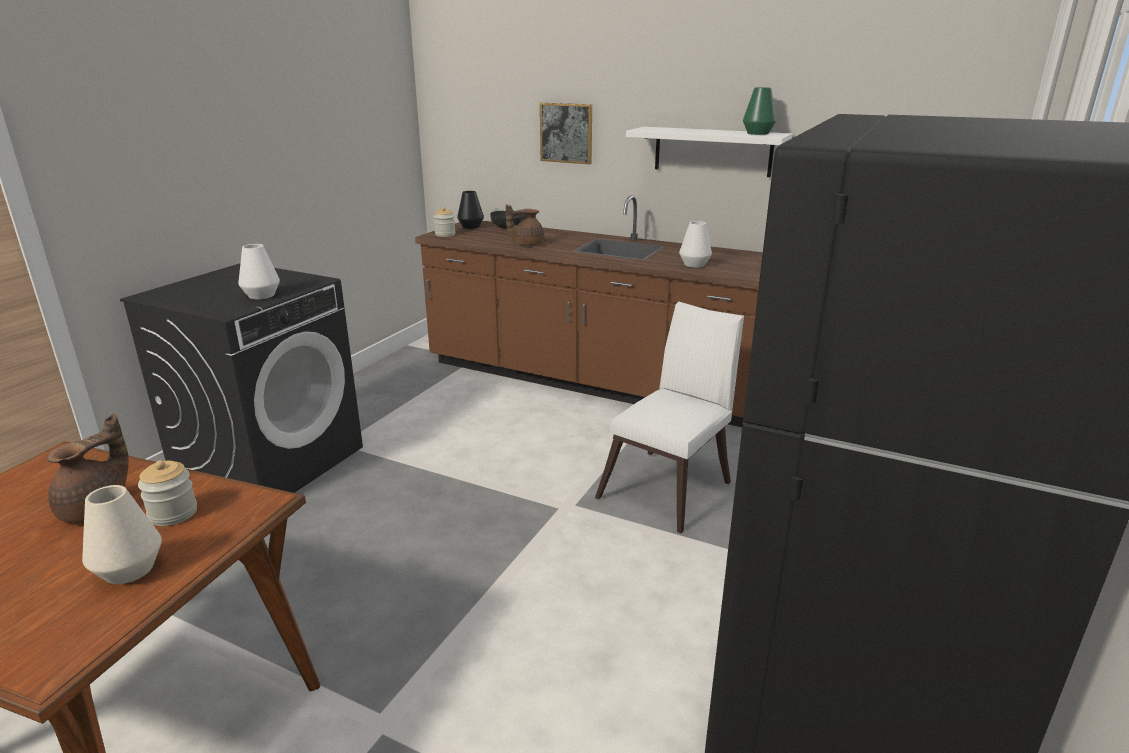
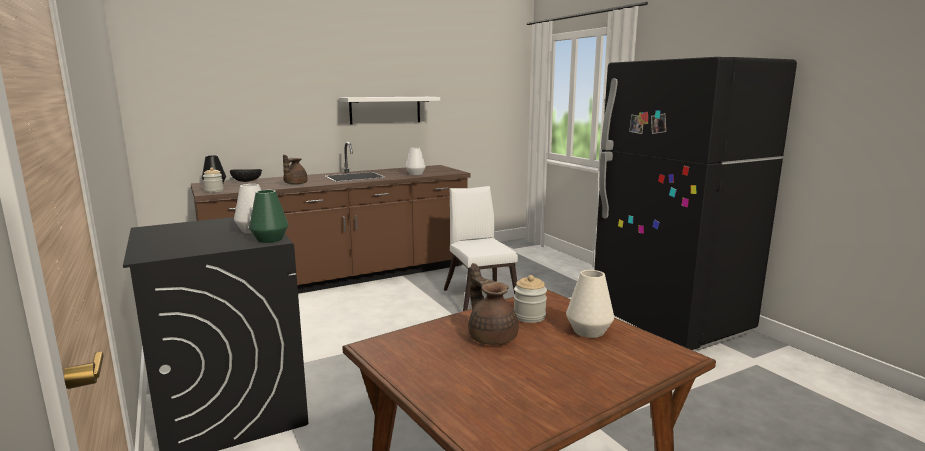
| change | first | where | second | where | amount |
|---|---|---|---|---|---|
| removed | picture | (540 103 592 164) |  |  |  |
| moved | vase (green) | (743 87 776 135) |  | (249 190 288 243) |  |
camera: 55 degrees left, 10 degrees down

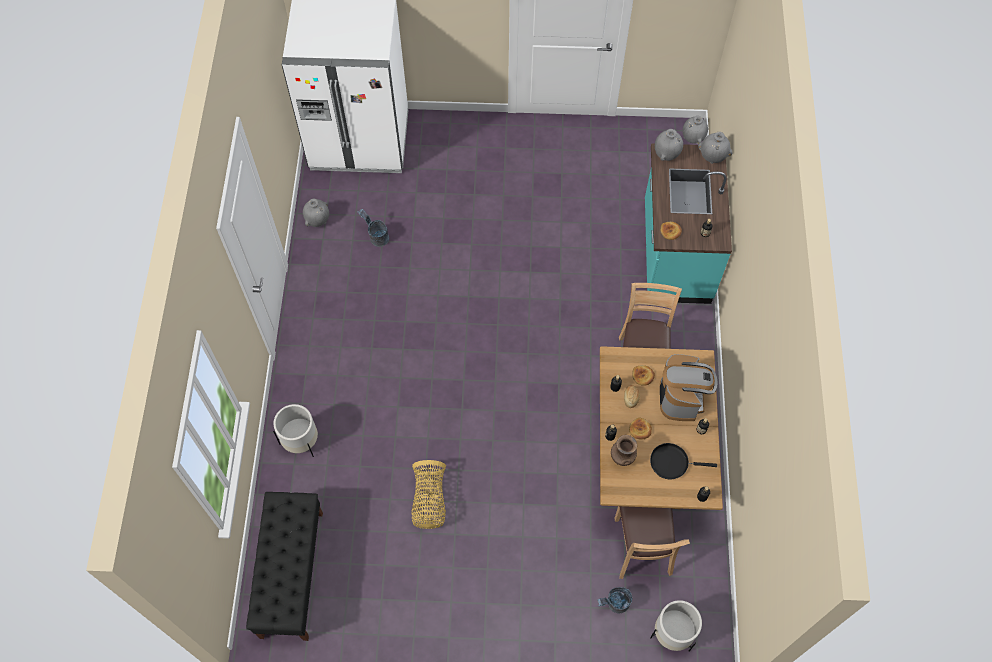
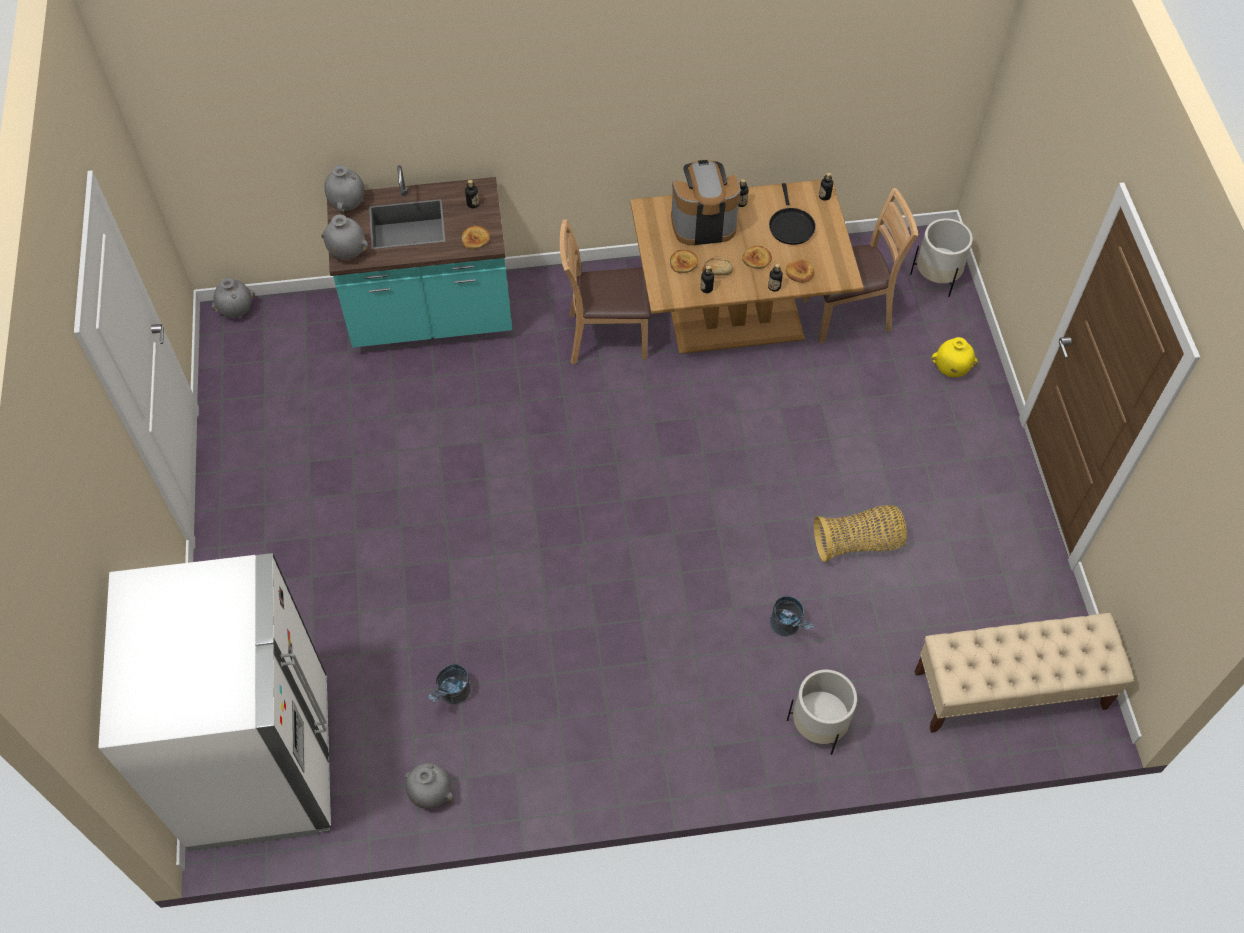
| change | first | where | second | where | amount |
|---|---|---|---|---|---|
| added |  |  | vase (yellow) | (932 337 978 377) |  |
| moved | bucket (grey) | (598 587 632 613) |  | (770 596 814 637) |  |
| replaced | vase (brown) | (611 435 637 466) | bread | (786 260 815 283) |  |
| recoloured | bench (black) | (246 492 323 641) | bench (beige) | (915 613 1135 733) |  |
camera: 100 degrees left, 5 degrees down

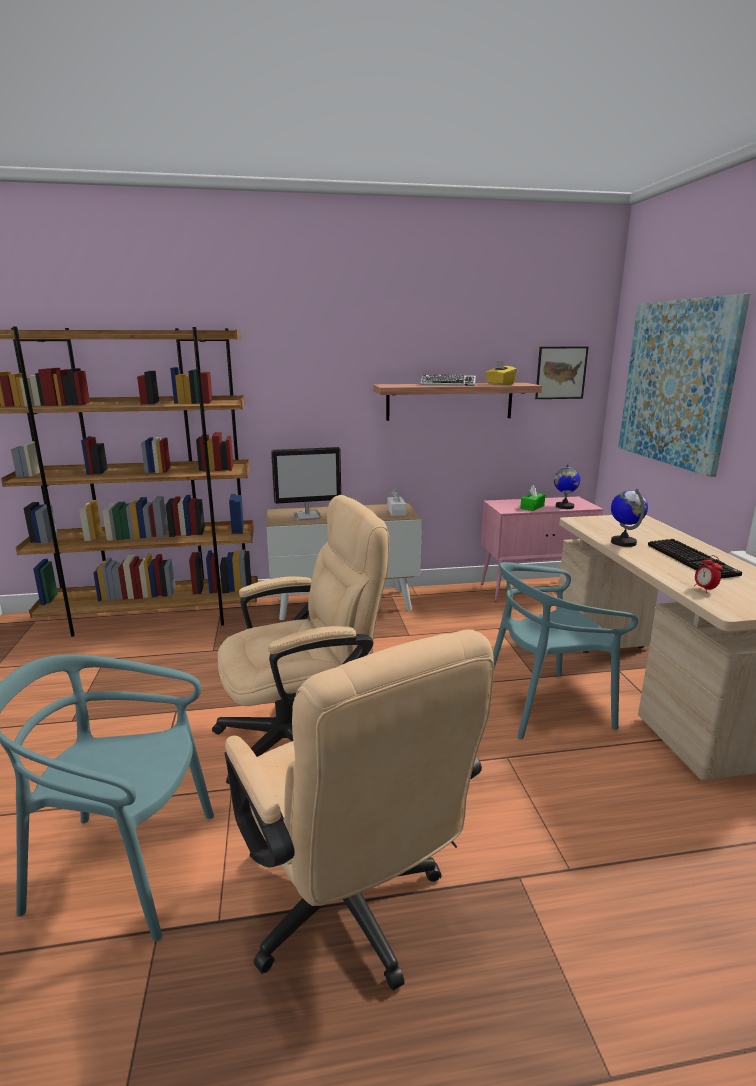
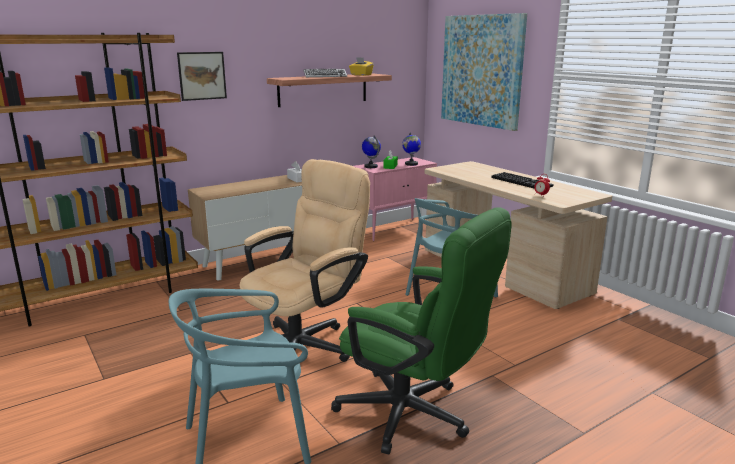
| change | first | where | second | where | amount |
|---|---|---|---|---|---|
| removed | monitor | (271 447 341 520) |  |  |  |
| moved | picture | (535 347 589 399) |  | (177 52 227 101) |  |
| moved | globe | (611 489 648 547) |  | (362 135 381 168) |  |
| recoloured | office chair (beige) | (225 629 494 991) | office chair (green) | (331 208 512 455) |  |
camera: 25 degrees left, 0 degrees up

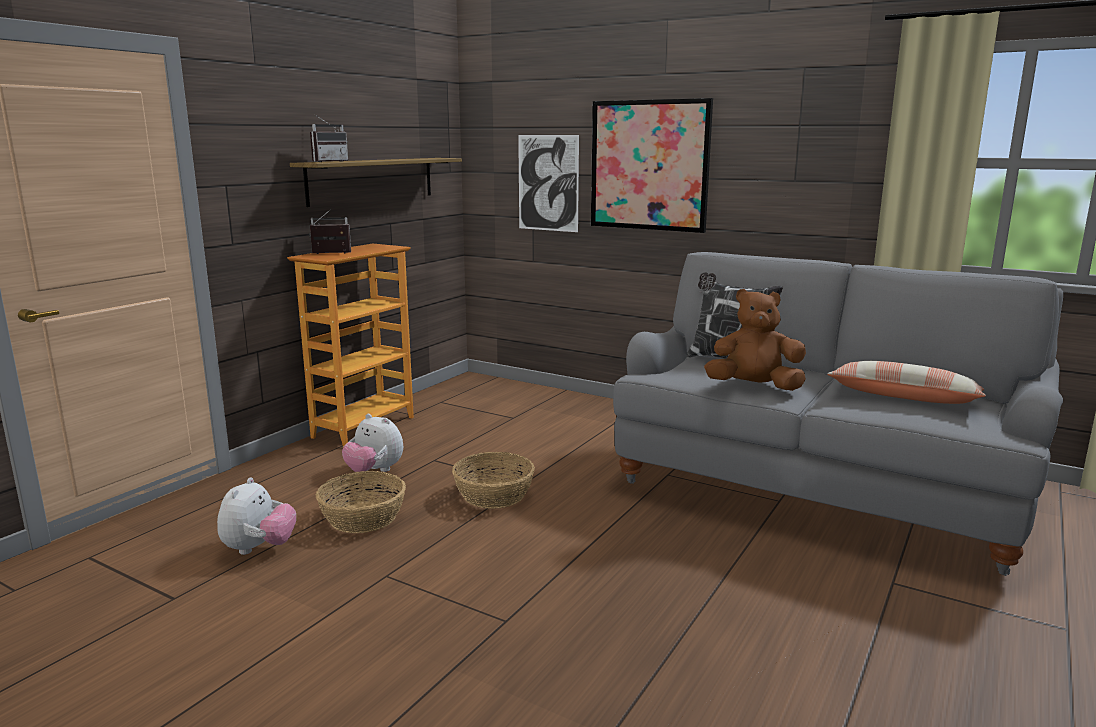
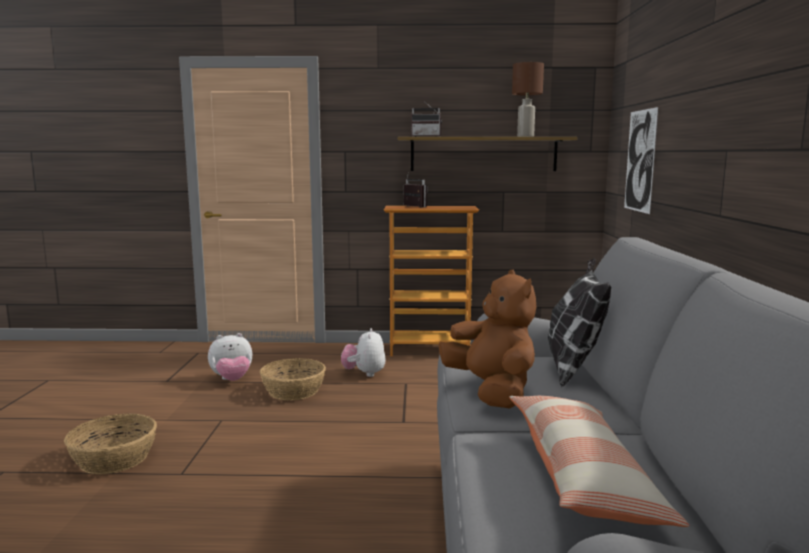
| change | first | where | second | where | amount |
|---|---|---|---|---|---|
| removed | picture | (591 98 713 233) |  |  |  |
| added |  |  | table lamp (brown) | (512 62 544 137) |  |
| moved | basket | (452 452 535 509) |  | (64 413 157 475) |  |
camera: 60 degrees right, 5 degrees down

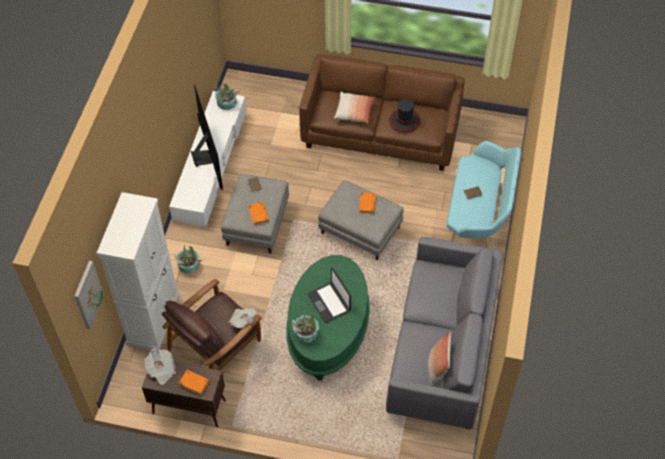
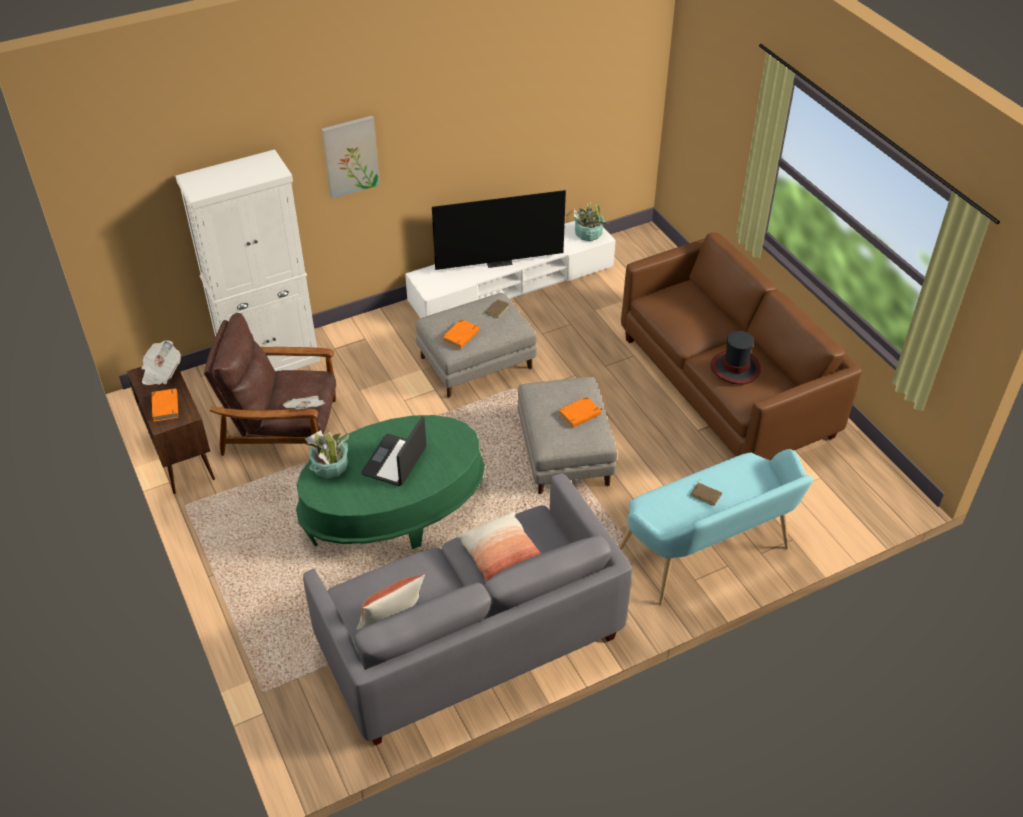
| change | first | where | second | where | amount |
|---|---|---|---|---|---|
| removed | potted plant | (174 246 202 274) |  |  |  |
| moved | picture | (74 261 104 329) |  | (322 116 380 199) |  |
| moved | pillow | (334 92 376 124) |  | (456 511 542 582) |  |
| turned | television | (190 84 223 190) |  | (432 190 566 270) | 45 degrees clockwise |
camera: 50 degrees right, 10 degrees down

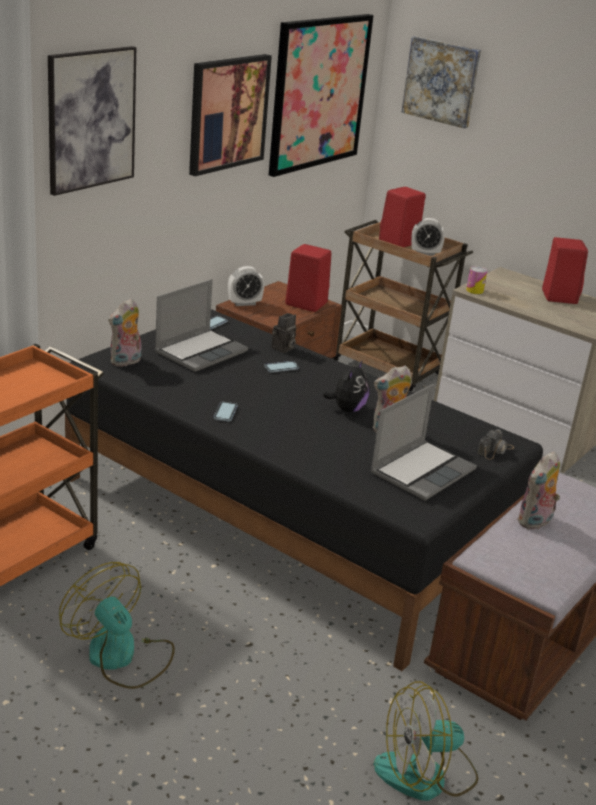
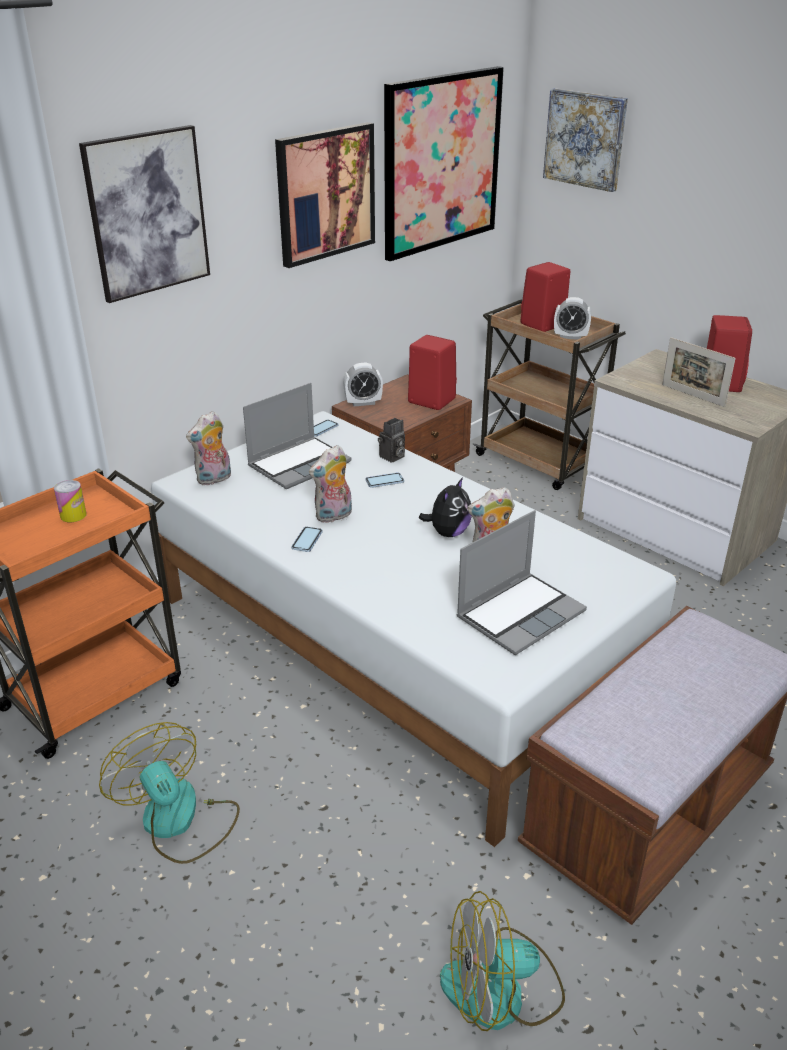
| change | first | where | second | where | amount |
|---|---|---|---|---|---|
| removed | photo camera | (478 429 514 459) |  |  |  |
| added |  |  | picture frame | (662 337 736 407) |  |
| moved | can | (466 266 487 294) |  | (54 480 87 522) |  |
| moved | plush toy | (517 451 560 530) |  | (309 445 352 523) |  |
| recoloured | bed (black) | (65 309 543 671) | bed (white) | (151 411 676 847) |  |
camera: 10 degrees right, 5 degrees up

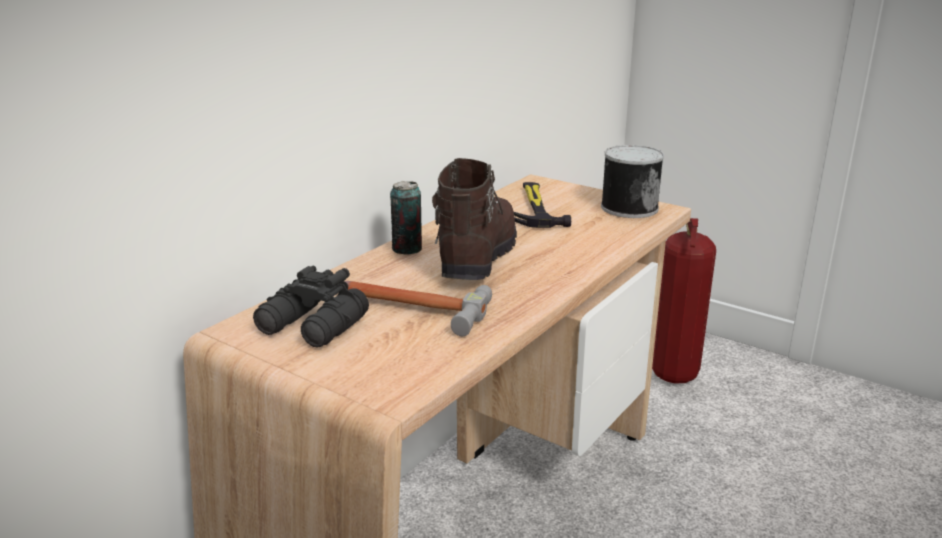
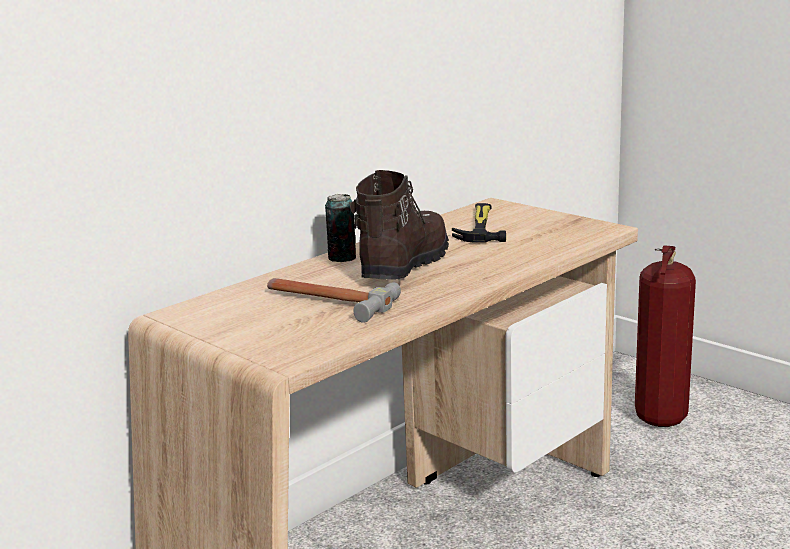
| change | first | where | second | where | amount |
|---|---|---|---|---|---|
| removed | binoculars (black) | (253 266 369 347) |  |  |  |
| removed | can | (601 145 664 218) |  |  |  |
camera: 10 degrees right, 5 degrees down

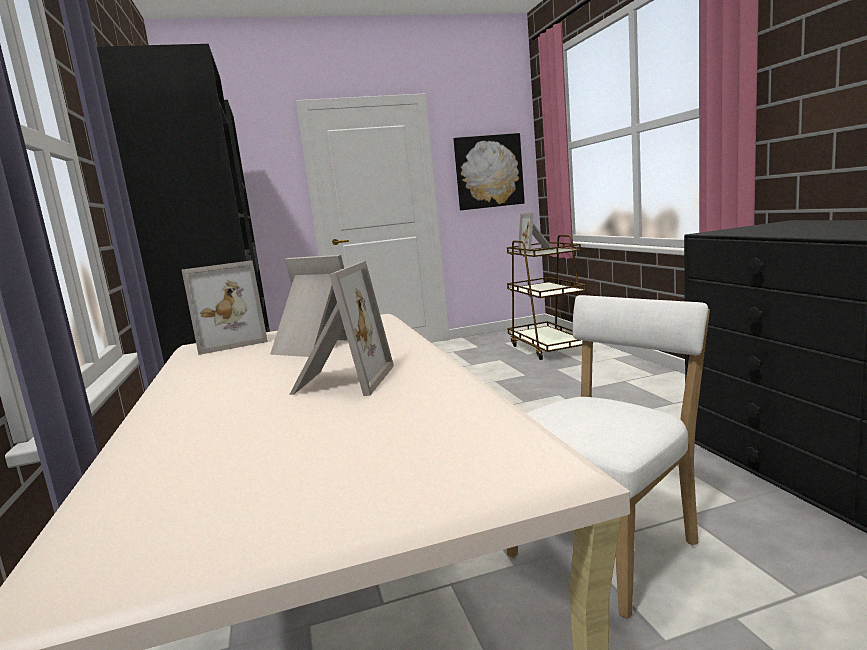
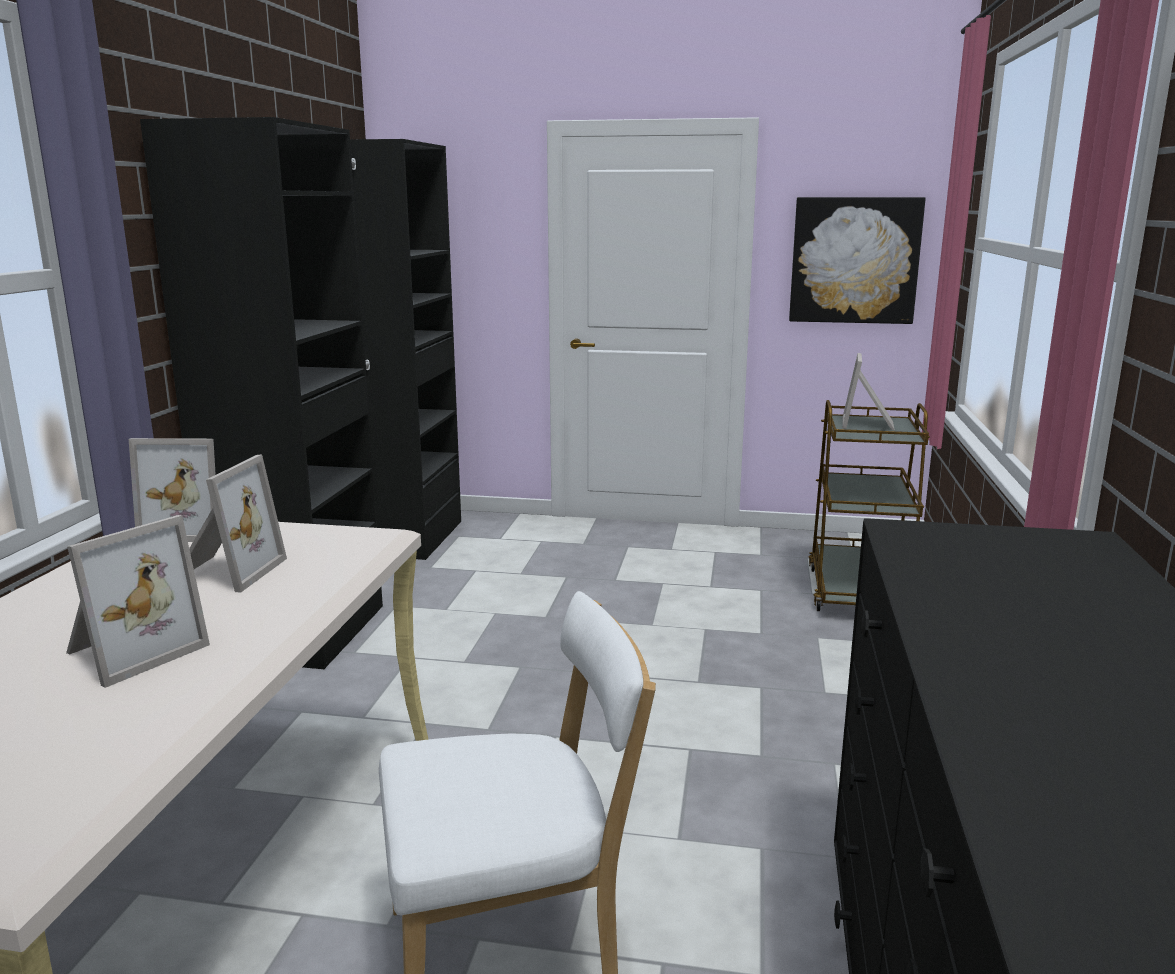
| change | first | where | second | where | amount |
|---|---|---|---|---|---|
| turned | picture frame | (270 255 348 357) |  | (189 454 287 592) | 45 degrees clockwise |
camera: 25 degrees right, 5 degrees up

